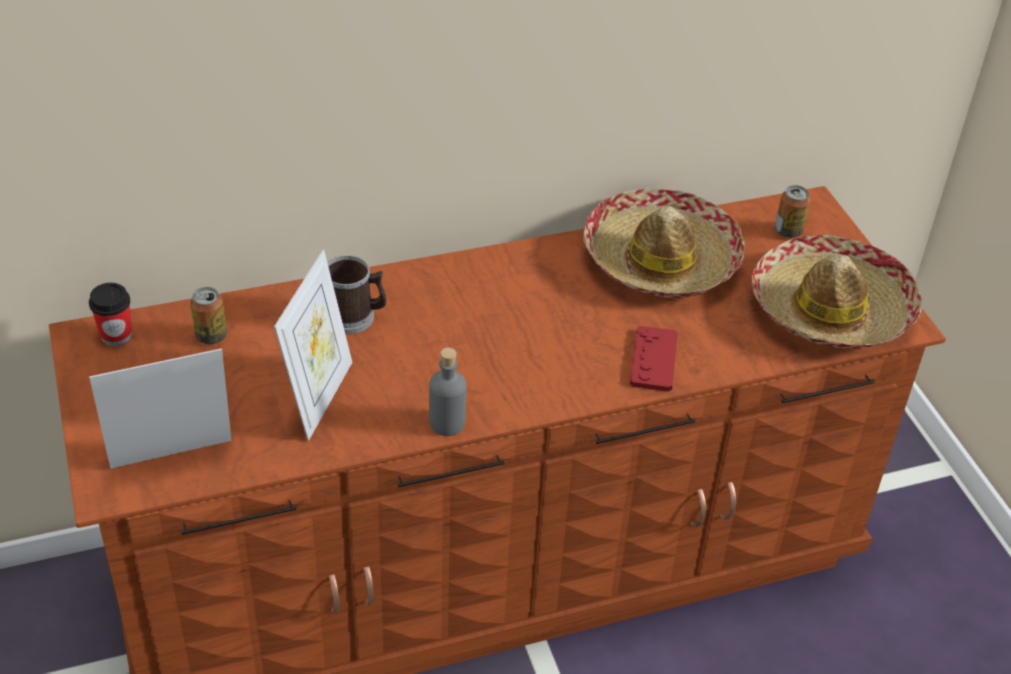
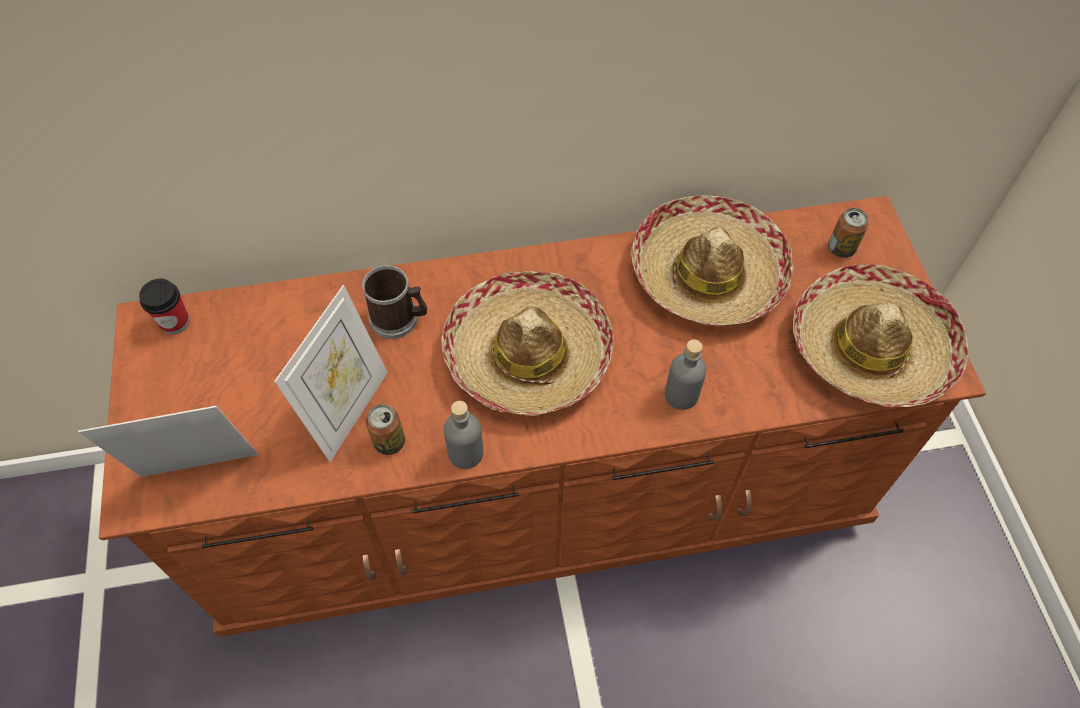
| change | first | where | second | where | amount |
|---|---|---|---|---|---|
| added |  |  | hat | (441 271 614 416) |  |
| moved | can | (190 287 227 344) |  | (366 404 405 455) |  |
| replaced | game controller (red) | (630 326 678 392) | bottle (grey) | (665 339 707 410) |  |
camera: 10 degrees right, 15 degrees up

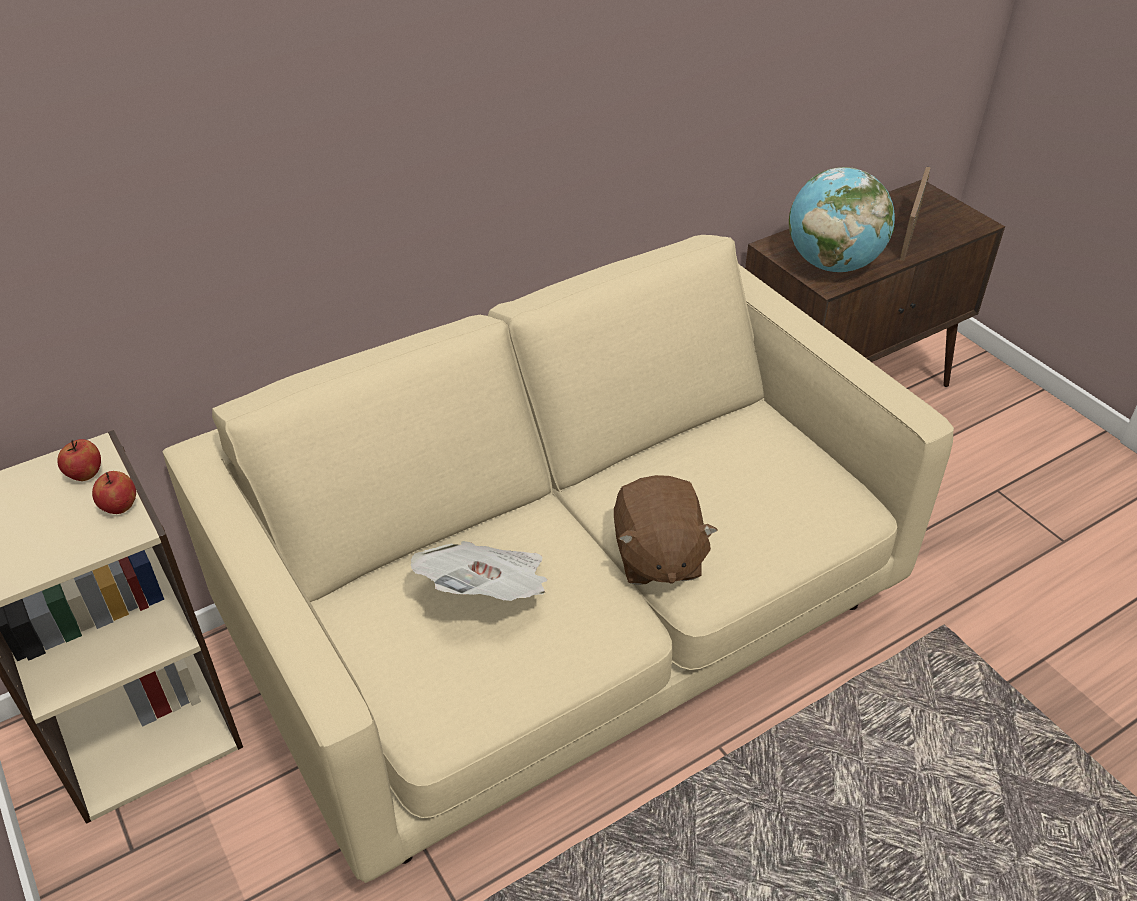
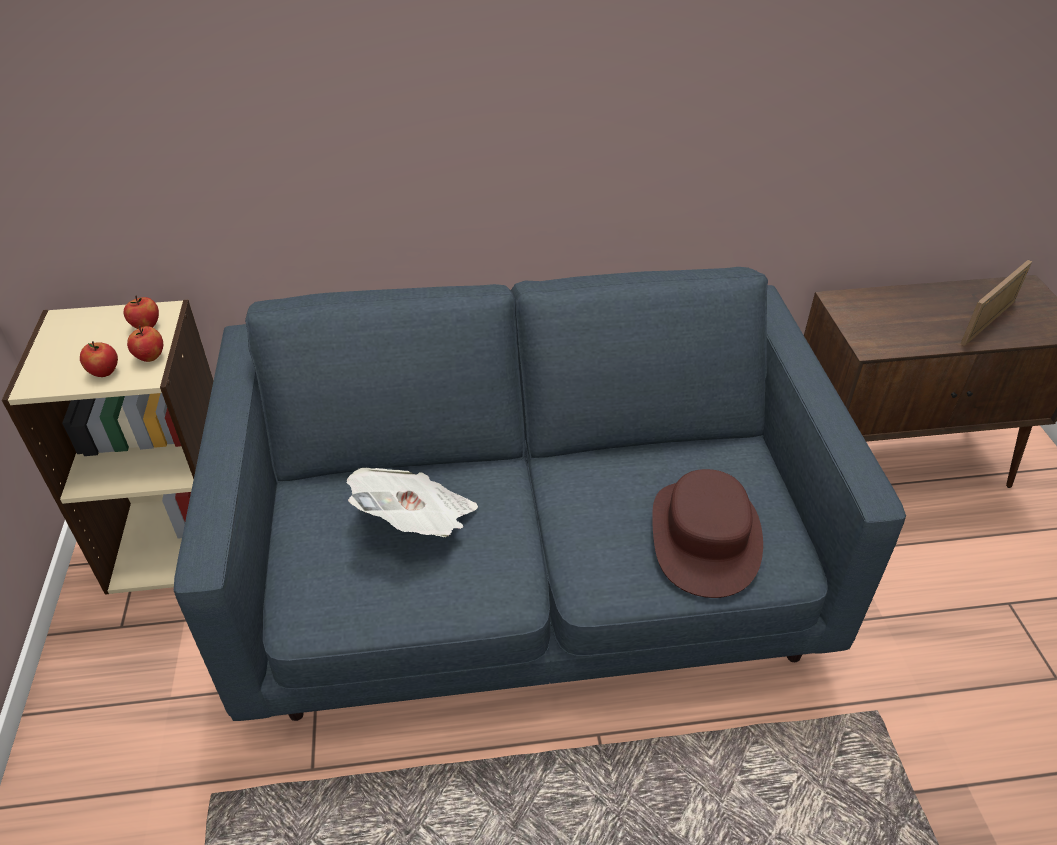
| change | first | where | second | where | amount |
|---|---|---|---|---|---|
| removed | plush toy (brown) | (614 475 718 585) |  |  |  |
| removed | globe | (789 167 895 272) |  |  |  |
| added |  |  | apple | (80 341 118 377) |  |
| added |  |  | hat (brown) | (652 469 763 598) |  |
| recoloured | sofa (beige) | (162 235 954 883) | sofa (blue) | (174 267 906 721) |  |
camera: 25 degrees right, 0 degrees up

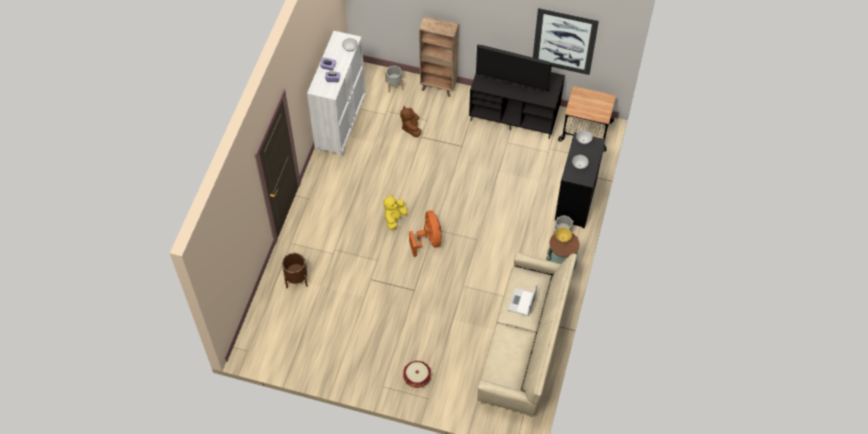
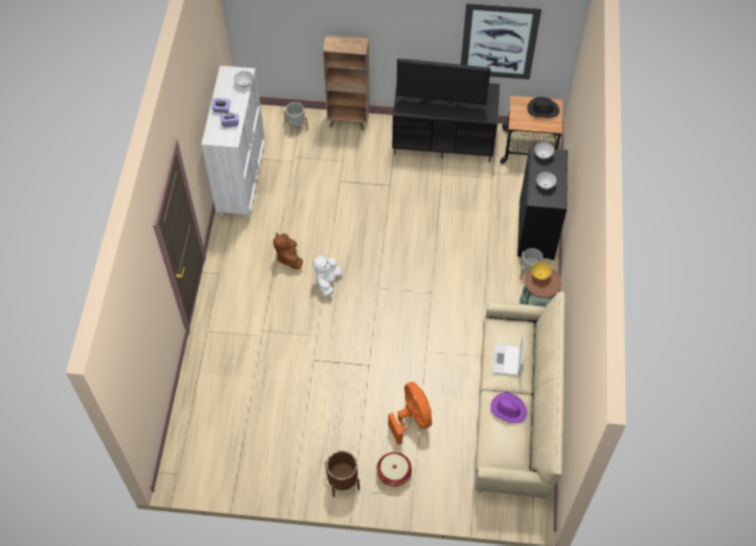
| change | first | where | second | where | amount |
|---|---|---|---|---|---|
| added |  |  | hat (purple) | (490 392 527 423) |  |
| added |  |  | hat (black) | (527 97 560 118) |  |
| moved | planter (brown) | (282 253 308 289) |  | (325 451 360 497) |  |
| moved | plush toy (brown) | (400 106 422 137) |  | (273 233 303 269) |  |
| moved | fan (orange) | (409 210 442 257) |  | (388 382 432 445) |  |
| recoloured | plush toy (yellow) | (383 194 407 230) | plush toy (white) | (313 254 342 297) |  |
camera: 10 degrees left, 0 degrees up

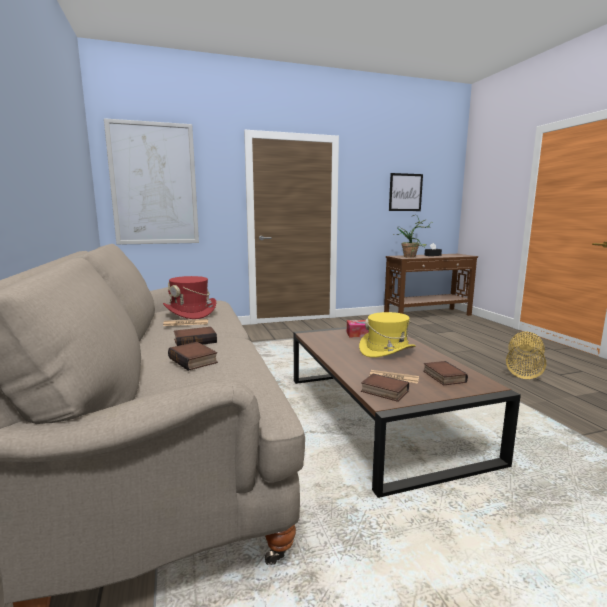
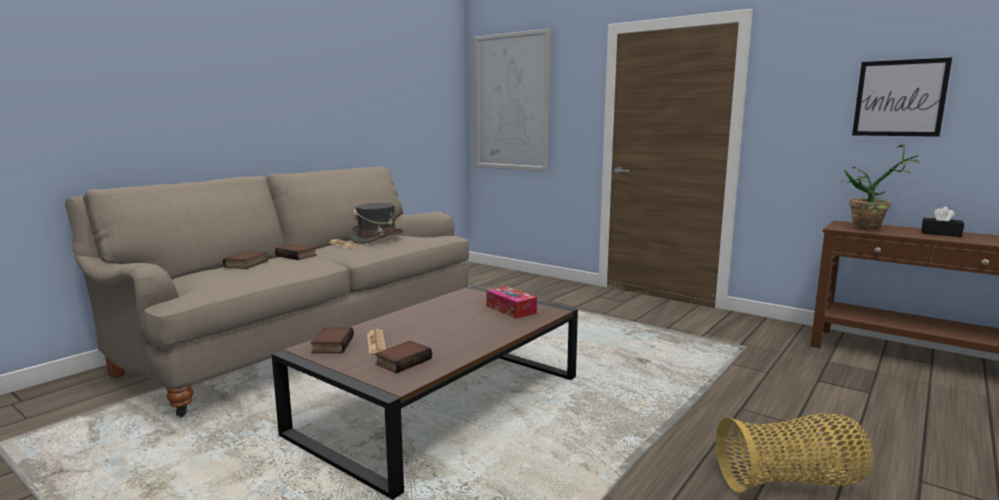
| change | first | where | second | where | amount |
|---|---|---|---|---|---|
| removed | hat (yellow) | (359 312 416 358) |  |  |  |
| recoloured | hat (red) | (163 276 216 319) | hat (grey) | (350 203 403 244) |  |
camera: 55 degrees right, 0 degrees up

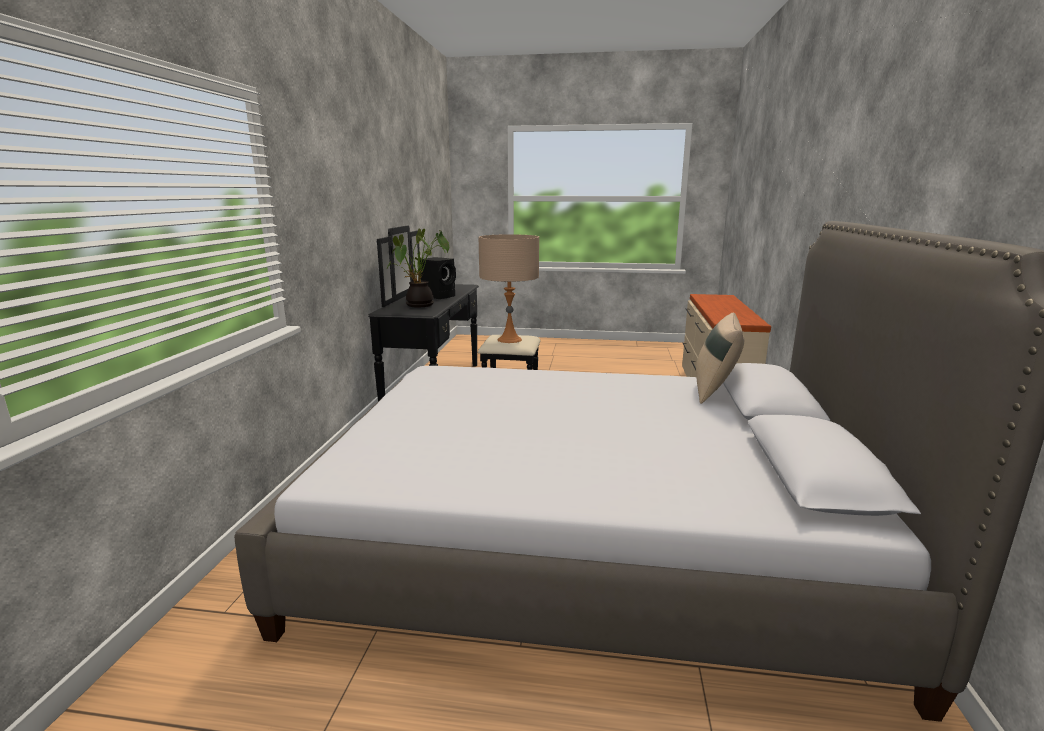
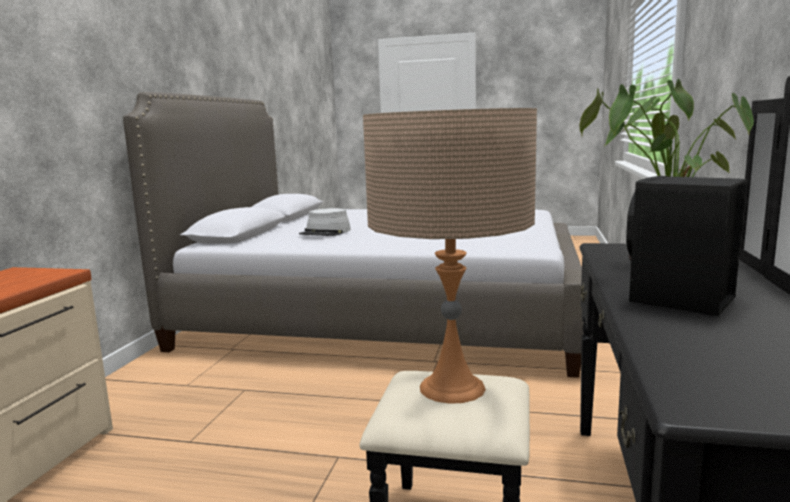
| change | first | where | second | where | amount |
|---|---|---|---|---|---|
| removed | pillow (beige) | (696 312 744 404) |  |  |  |
| added |  |  | hat (grey) | (299 208 351 236) |  |
camera: 175 degrees left, 5 degrees down

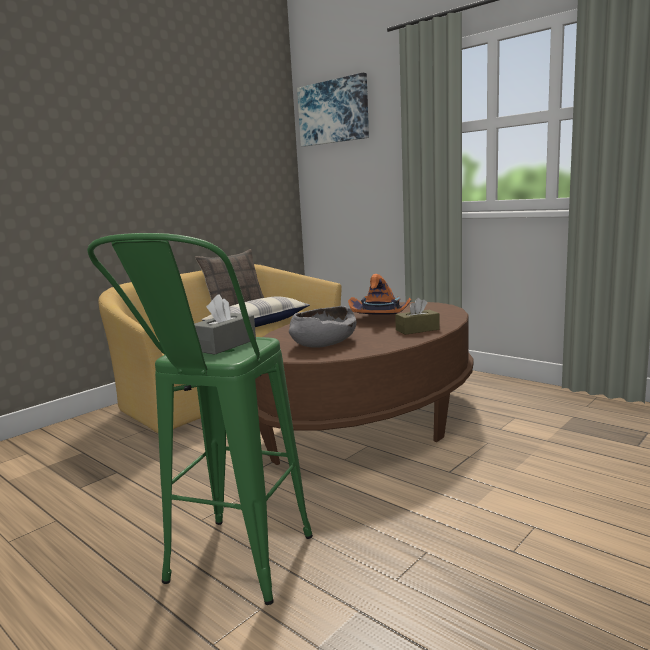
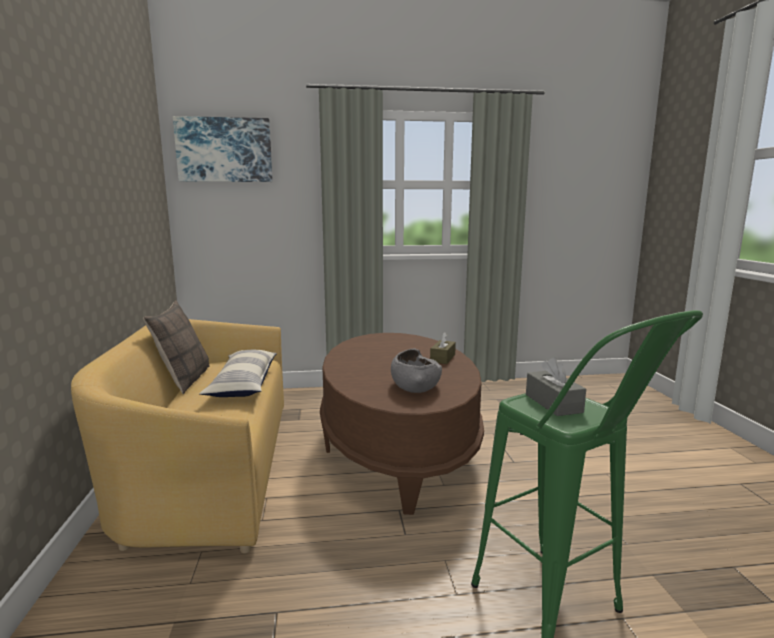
| change | first | where | second | where | amount |
|---|---|---|---|---|---|
| removed | hat (orange) | (348 274 411 315) |  |  |  |
camera: 50 degrees left, 0 degrees up

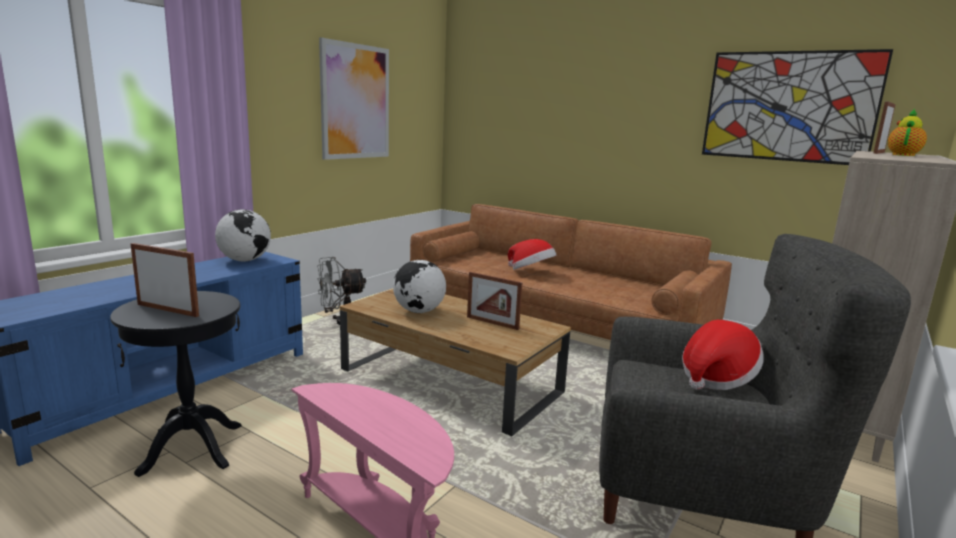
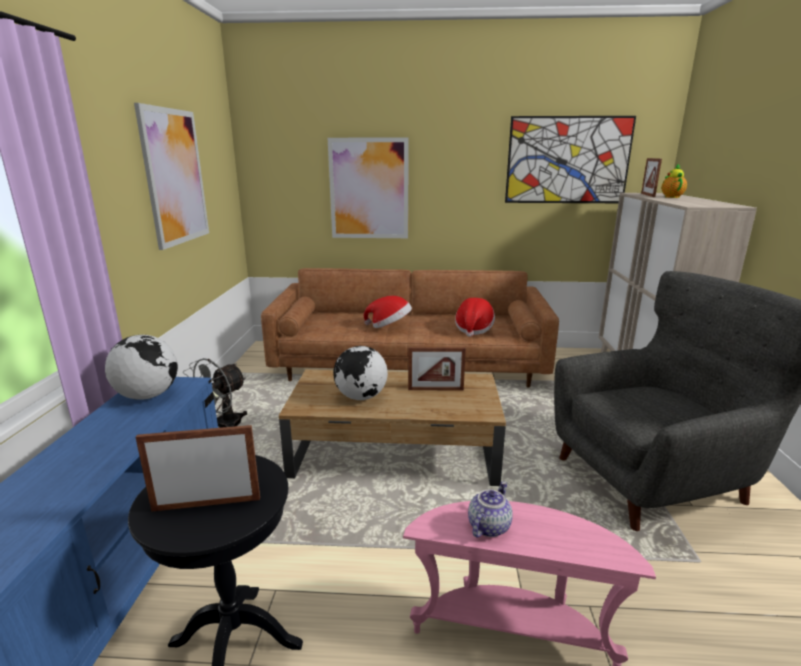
| change | first | where | second | where | amount |
|---|---|---|---|---|---|
| added |  |  | picture | (328 138 409 238) |  |
| added |  |  | teapot | (468 482 513 538) |  |
| moved | hat | (682 320 763 390) |  | (455 298 495 337) |  |
camera: 30 degrees left, 5 degrees up

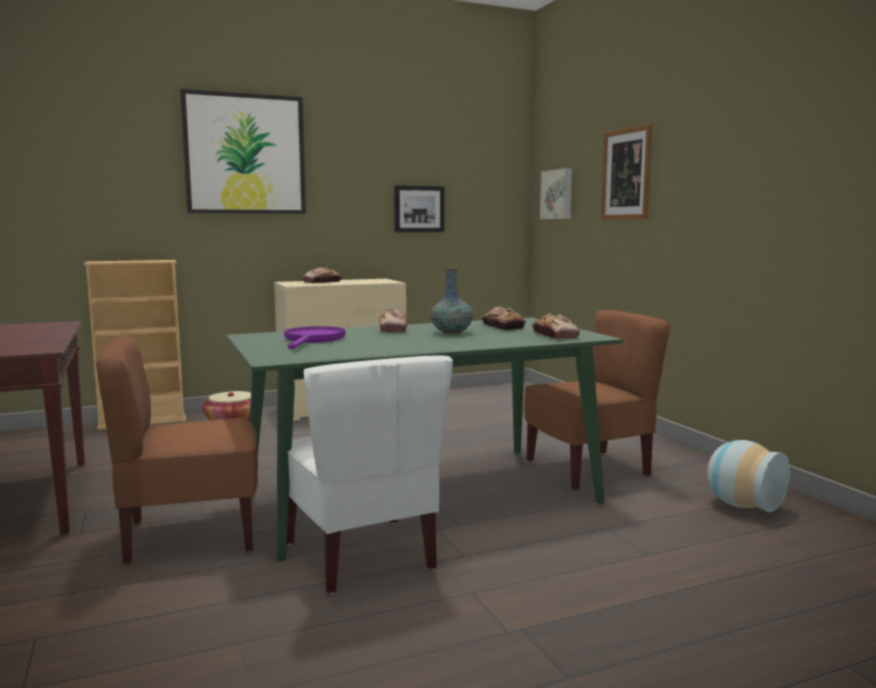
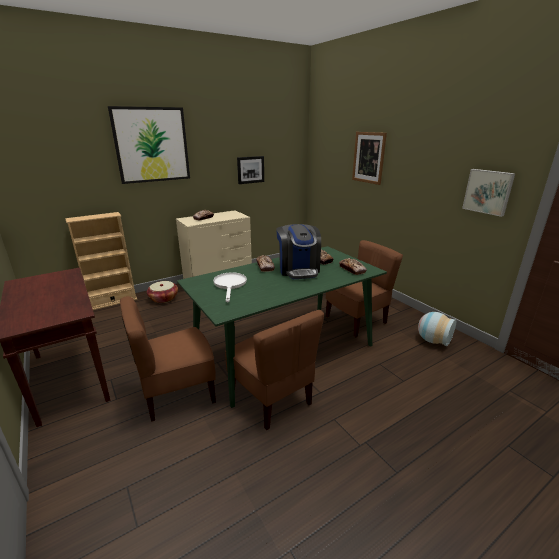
| change | first | where | second | where | amount |
|---|---|---|---|---|---|
| moved | picture | (540 168 572 219) |  | (462 169 515 217) |  |
| replaced | vase | (431 268 473 334) | coffee machine | (276 224 321 279) |  |
| recoloured | frying pan (purple) | (284 326 346 350) | frying pan (white) | (213 272 247 302) |  |
| recoloured | chair (white) | (287 356 453 594) | chair (brown) | (225 310 324 430) |  |
camera: 10 degrees left, 15 degrees up

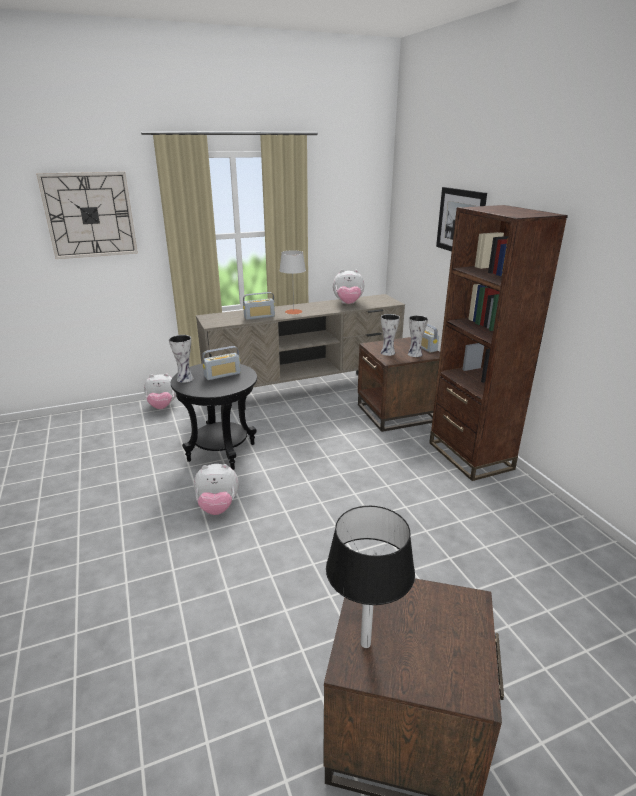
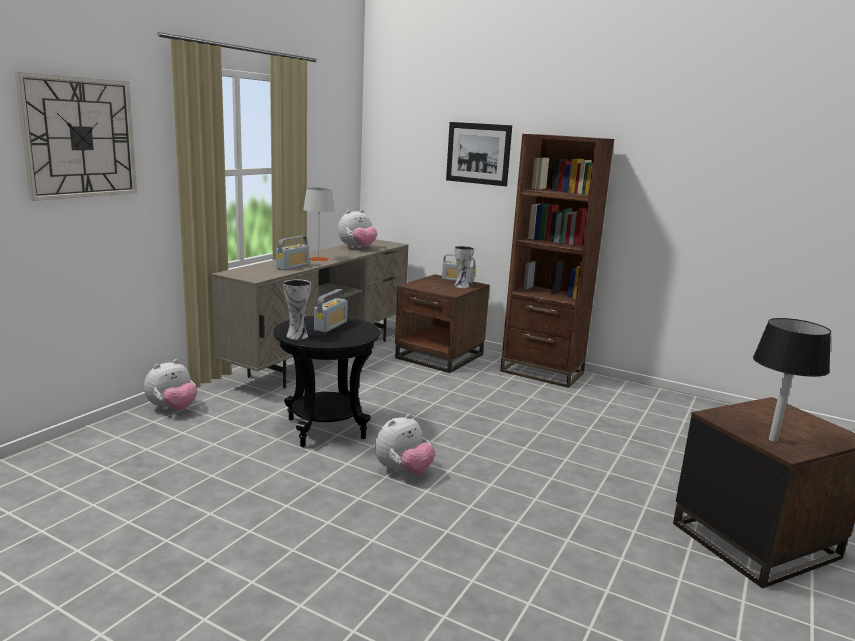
| change | first | where | second | where | amount |
|---|---|---|---|---|---|
| removed | vase | (381 314 400 356) |  |  |  |
camera: 40 degrees left, 10 degrees down

